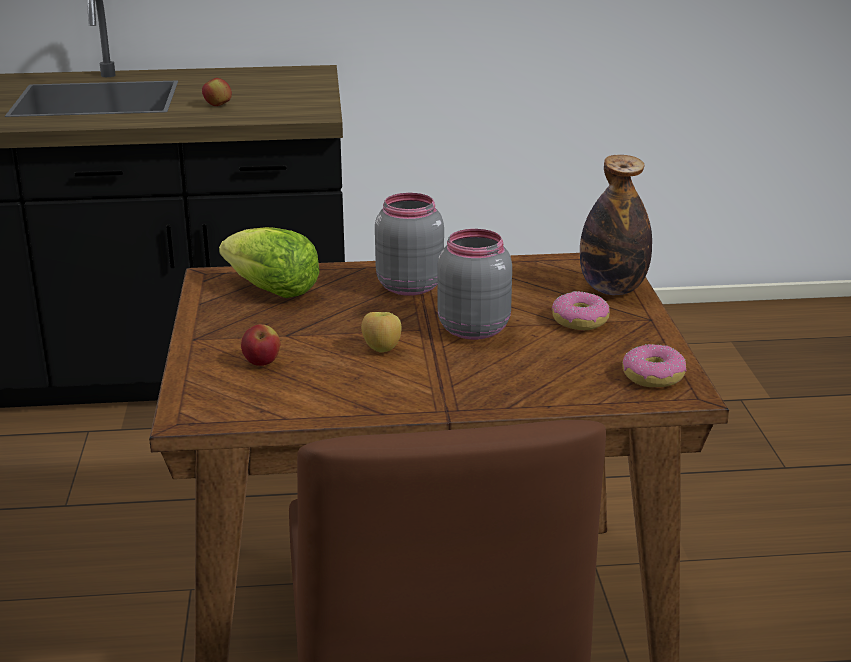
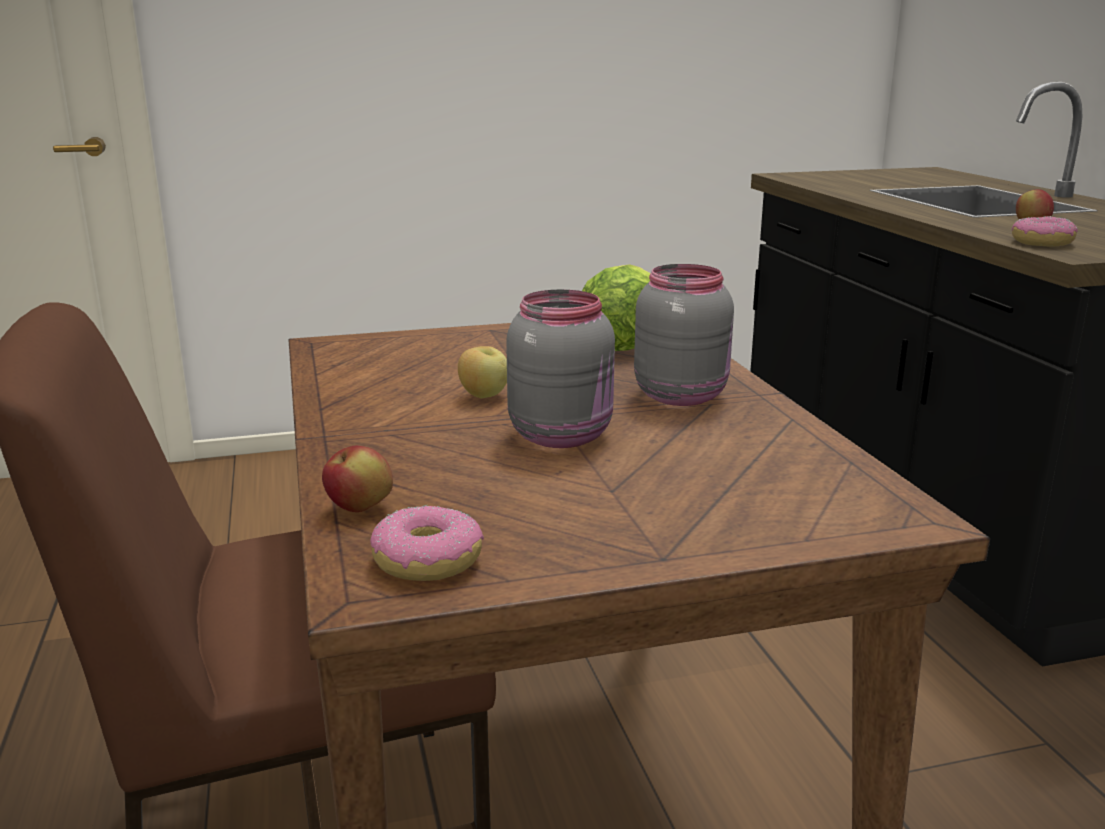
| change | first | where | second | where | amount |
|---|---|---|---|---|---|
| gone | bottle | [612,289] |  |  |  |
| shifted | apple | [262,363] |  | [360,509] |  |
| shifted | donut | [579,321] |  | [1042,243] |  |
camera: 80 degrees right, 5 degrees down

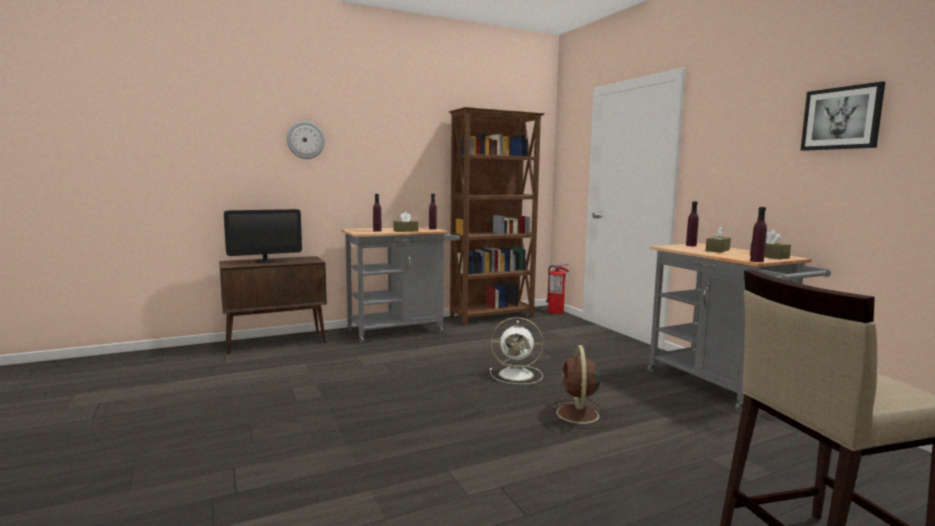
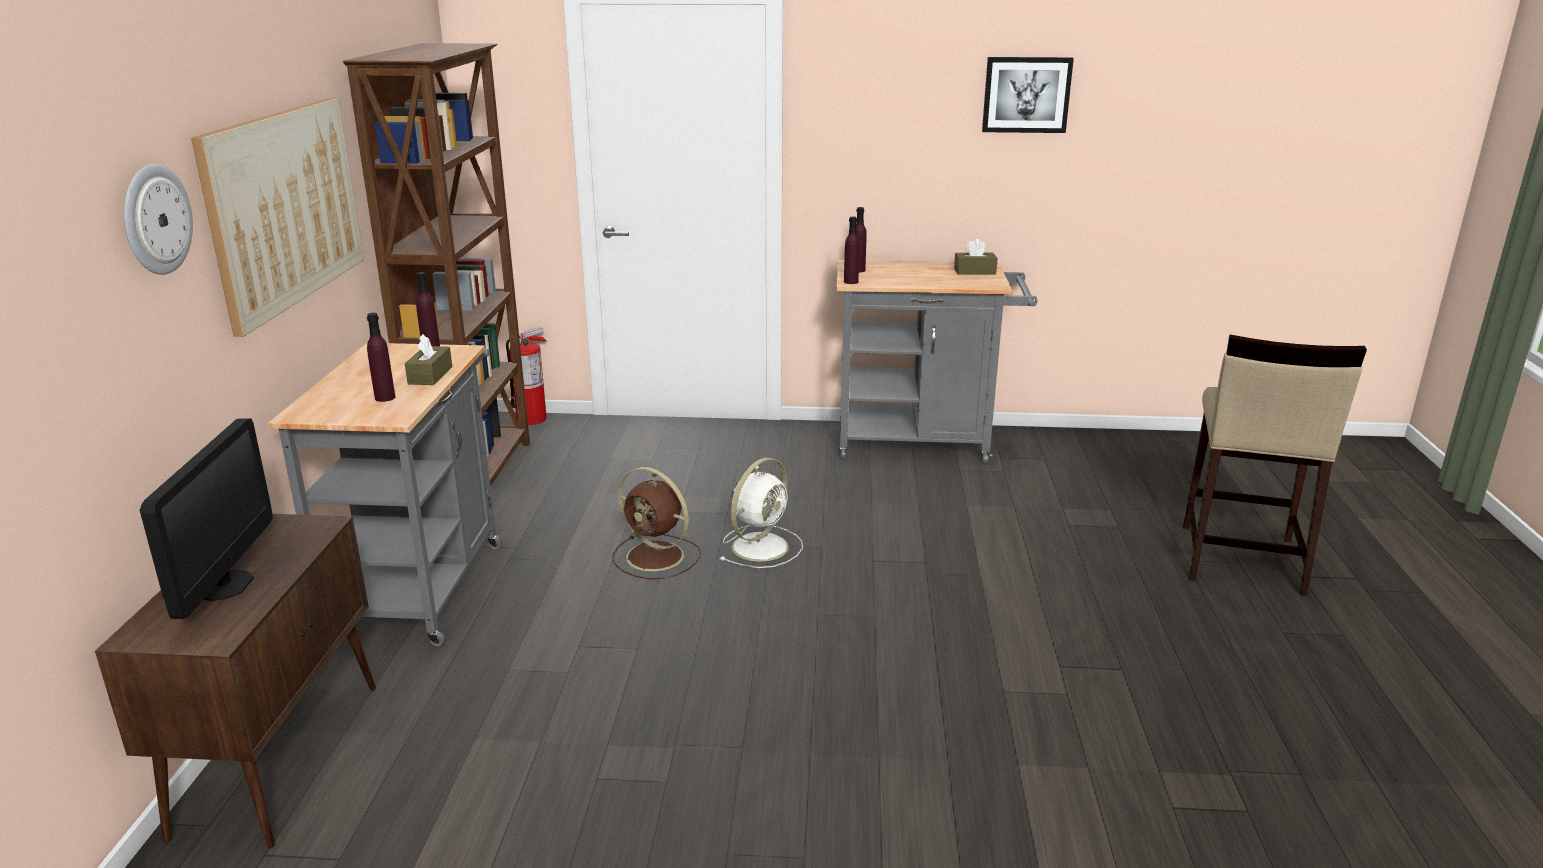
| change | first | where | second | where | amount |
|---|---|---|---|---|---|
| gone | tissue box (brown) | [717,250] |  |  |  |
| new |  |  | picture | [285,207] |  |
| shifted | fan (brown) | [578,415] |  | [657,557] |  |
| shifted | bottle (purple) | [756,261] |  | [851,282] |  |
camera: 60 degrees left, 15 degrees up

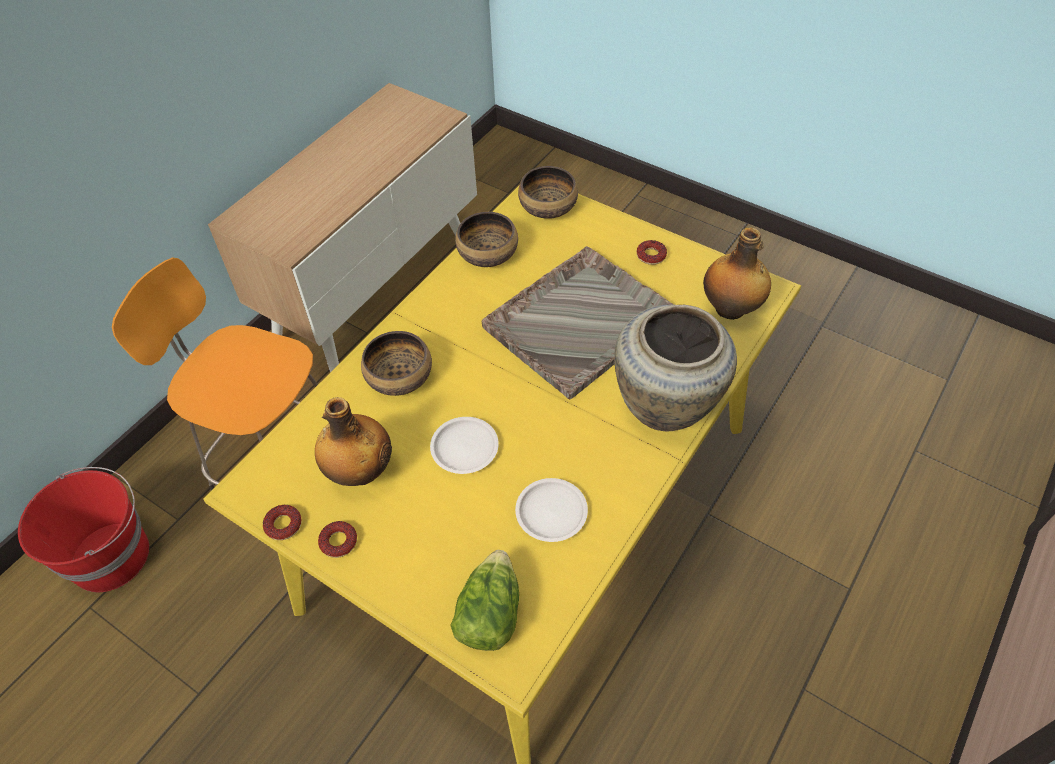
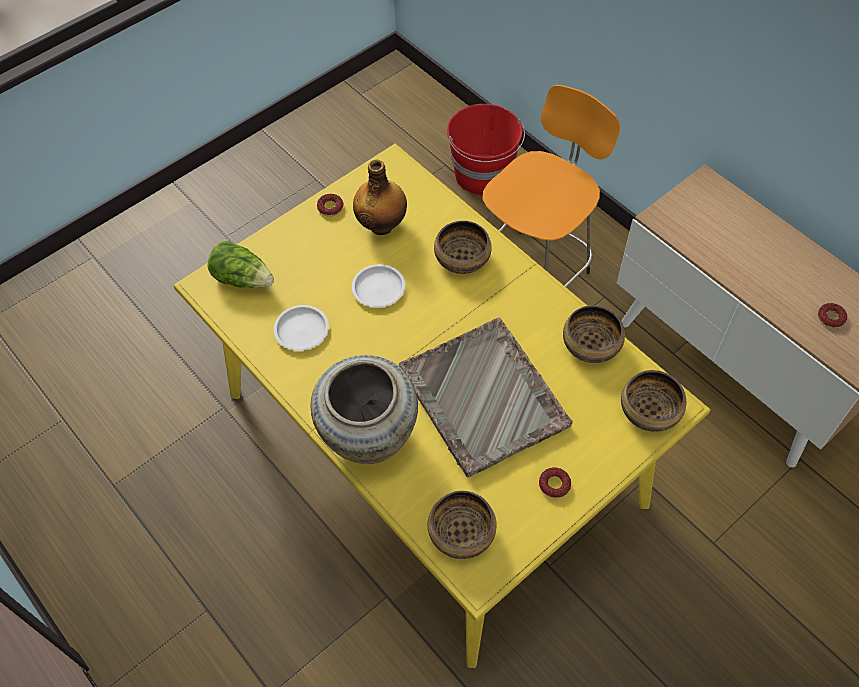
| change | first | where | second | where | amount |
|---|---|---|---|---|---|
| shifted | donut | [283,525] |  | [830,317] |  |
| swapped | bottle | [731,309] | bowl | [460,532] |  |
camera: 105 degrees right, 5 degrees up

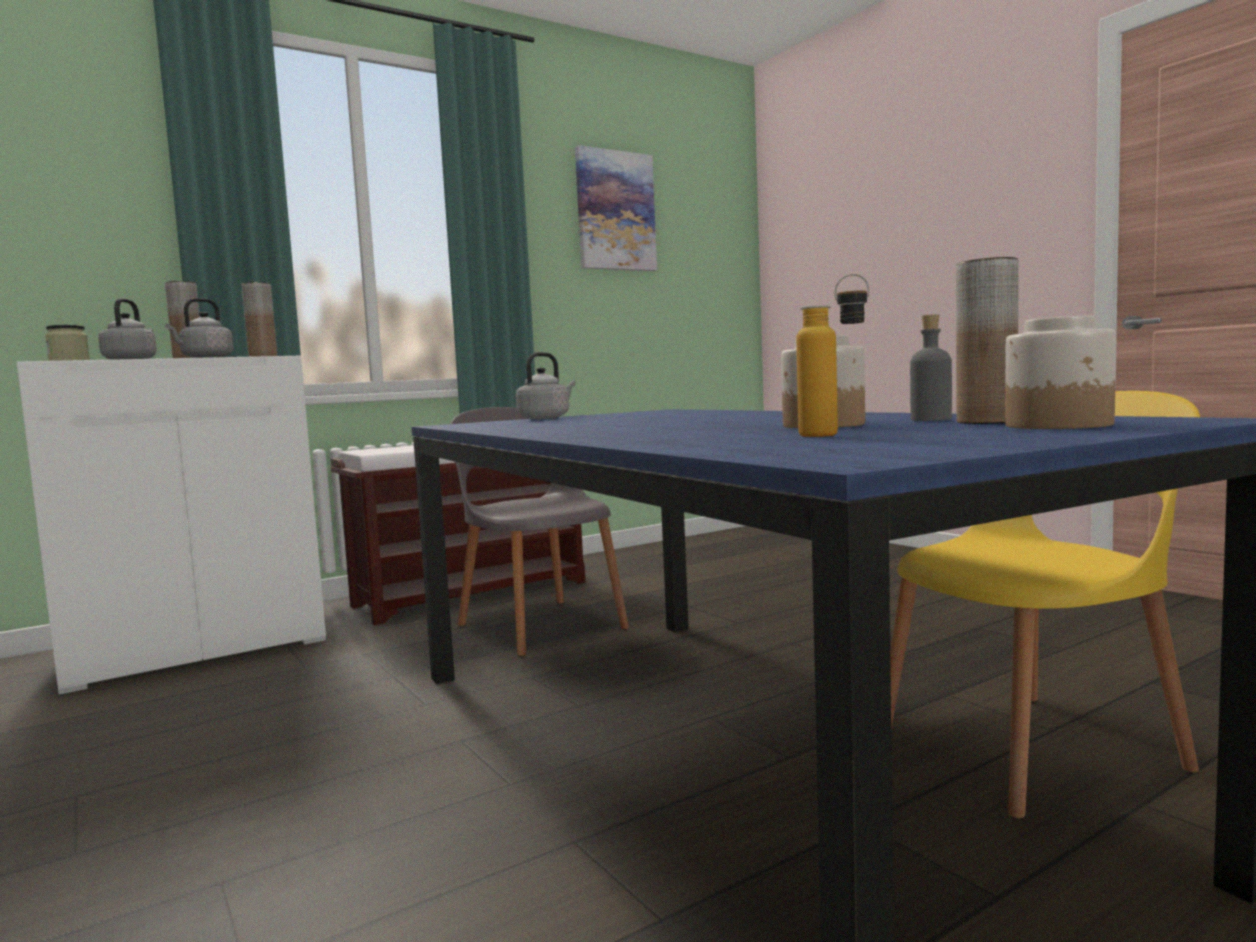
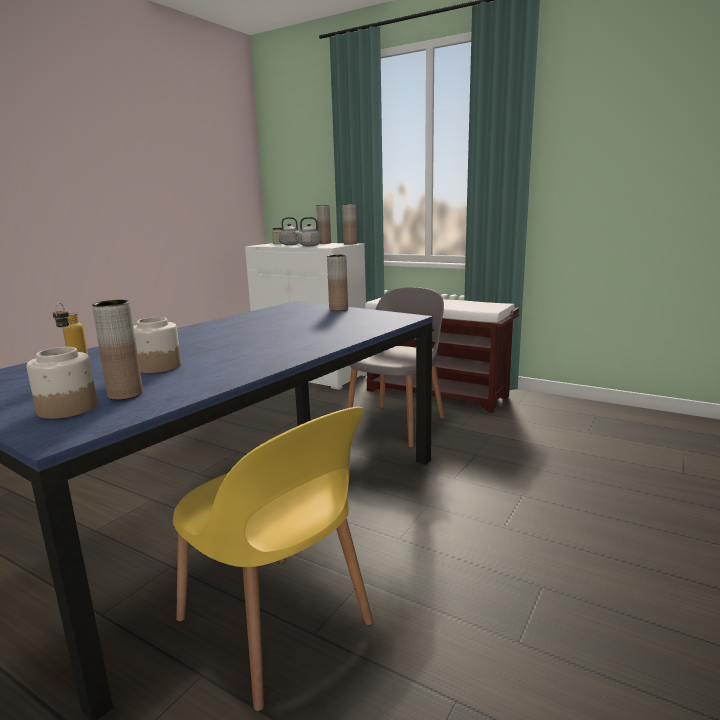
| change | first | where | second | where | amount |
|---|---|---|---|---|---|
| gone | picture | [615,211] |  |  |  |
| gone | bottle (grey) | [931,419] |  |  |  |
| swapped | kettle (grey) | [546,418] | vase (brown) | [338,309] |  |
camera: 65 degrees right, 10 degrees up

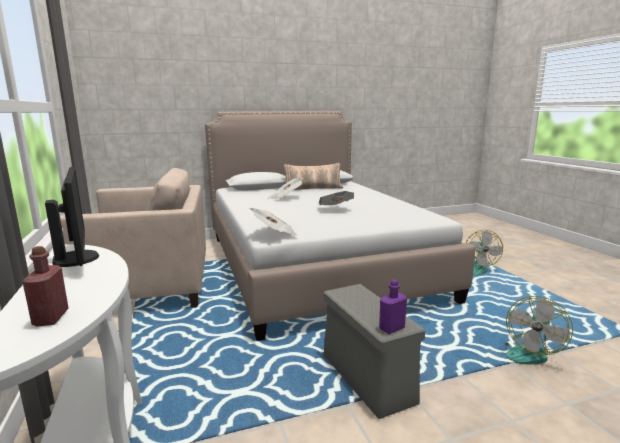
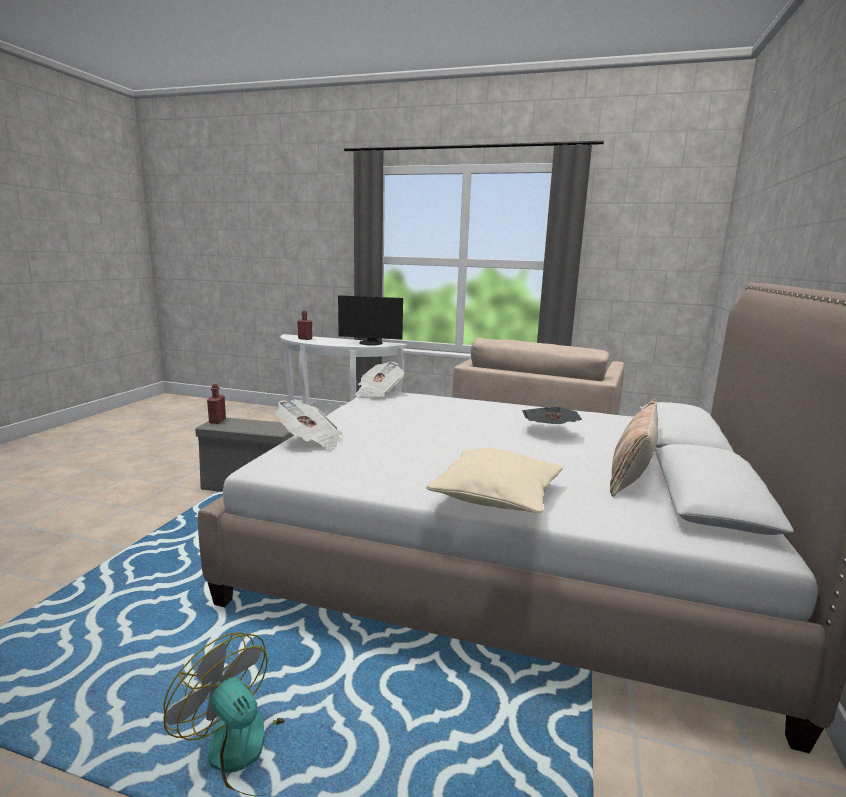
| change | first | where | second | where | amount |
|---|---|---|---|---|---|
| gone | fan | [528,352] |  |  |  |
| new |  |  | pillow (beige) | [496,496] |  |
| shifted | newspaper | [335,209] |  | [311,441] |  |
| repainted | bottle (purple) | [391,328] | bottle (red) | [217,421] |  |
camera: 125 degrees right, 0 degrees up

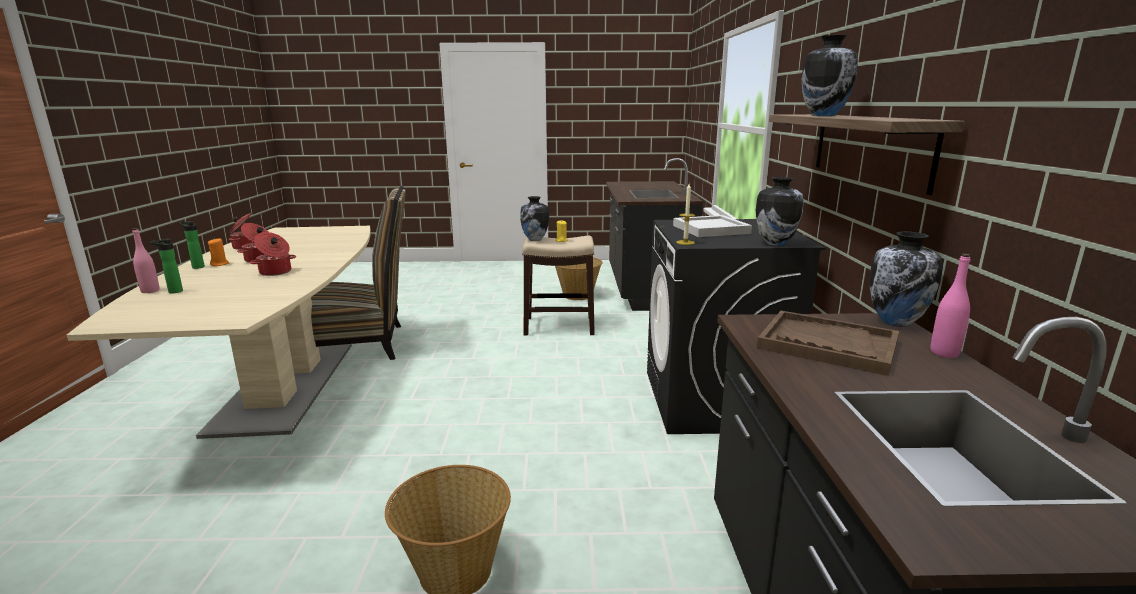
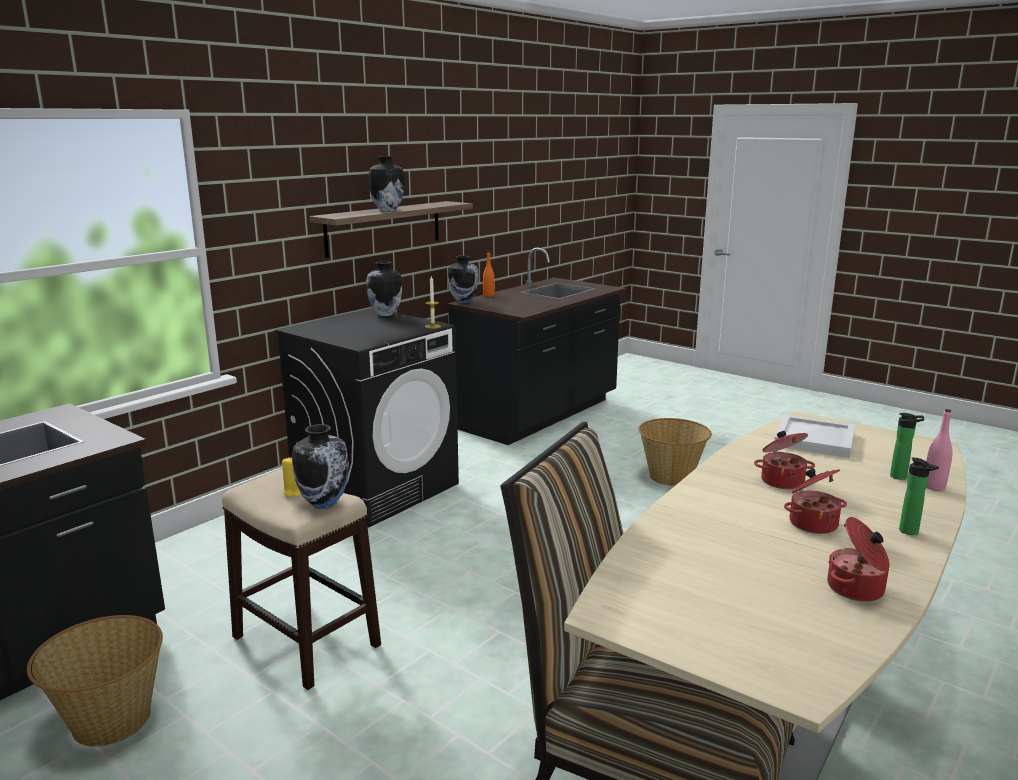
| change | first | where | second | where | amount |
|---|---|---|---|---|---|
| gone | candle (orange) | [220,264] |  |  |  |
| gone | tray (brown) | [827,345] |  |  |  |
| shifted | tray (white) | [709,229] |  | [815,440] |  |
| repainted | bottle (pink) | [944,353] | bottle (orange) | [488,295] |  |
camera: 140 degrees left, 0 degrees up

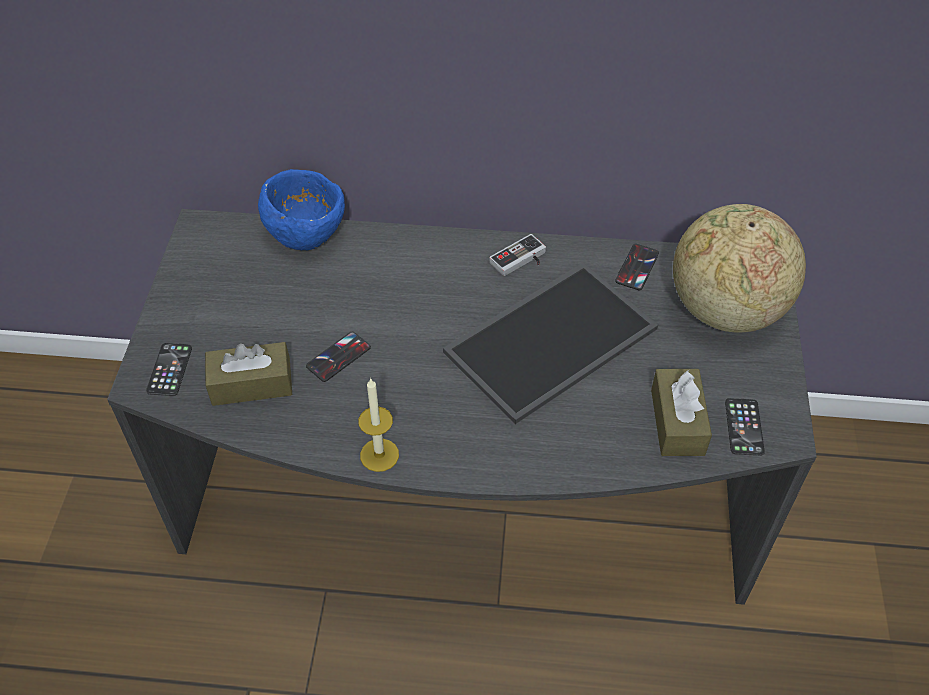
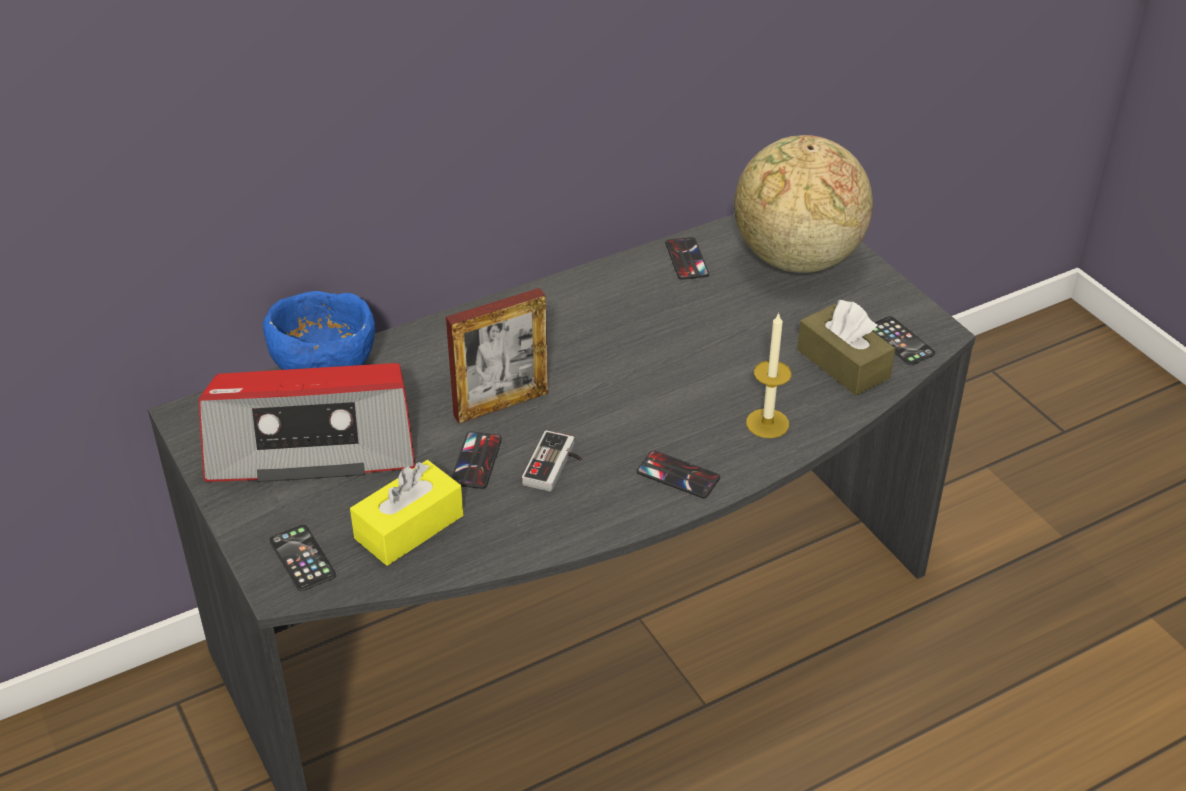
| change | first | where | second | where | amount |
|---|---|---|---|---|---|
| gone | tray | [550,337] |  |  |  |
| new |  |  | radio | [312,444] |  |
| new |  |  | picture frame | [501,404] |  |
| new |  |  | phone | [678,475] |  |
| shifted | candle | [379,455] |  | [767,423] |  |
| shifted | game controller | [521,261] |  | [555,466] |  |
| repainted | tissue box (brown) | [251,384] | tissue box (yellow) | [409,527] |  |
camera: 35 degrees left, 10 degrees down

